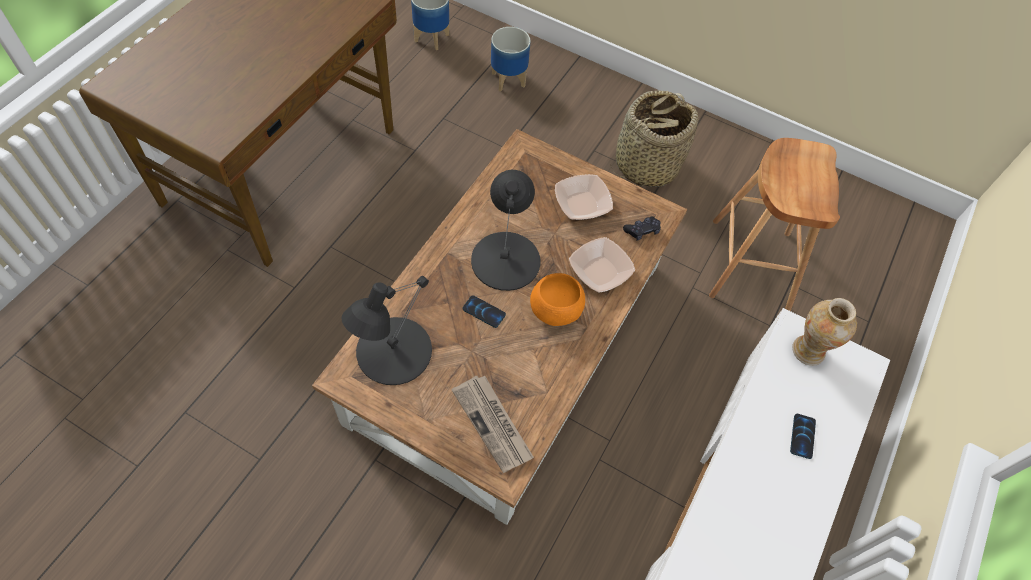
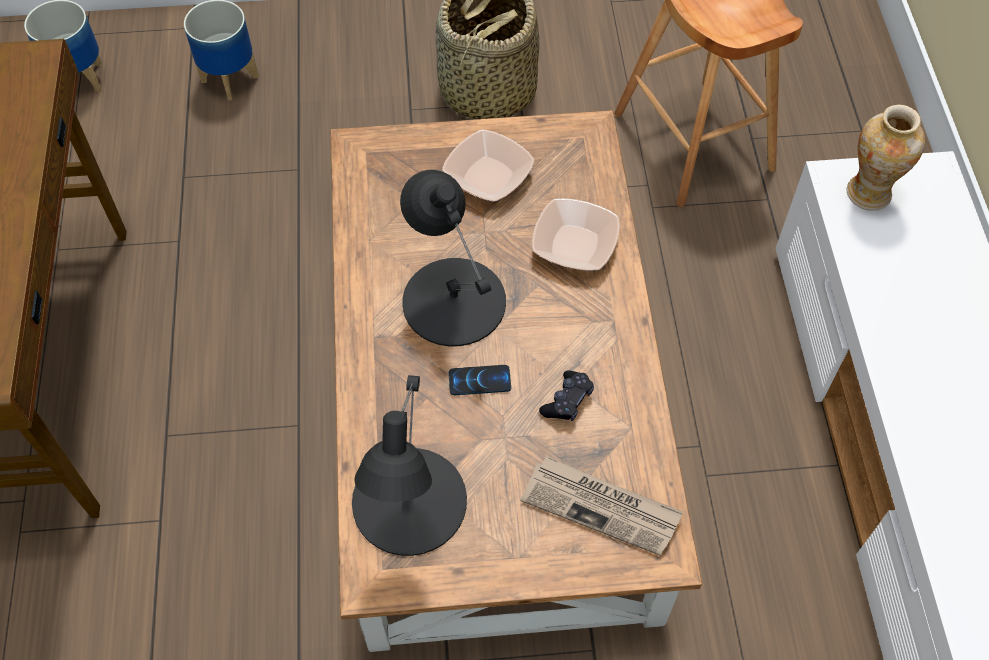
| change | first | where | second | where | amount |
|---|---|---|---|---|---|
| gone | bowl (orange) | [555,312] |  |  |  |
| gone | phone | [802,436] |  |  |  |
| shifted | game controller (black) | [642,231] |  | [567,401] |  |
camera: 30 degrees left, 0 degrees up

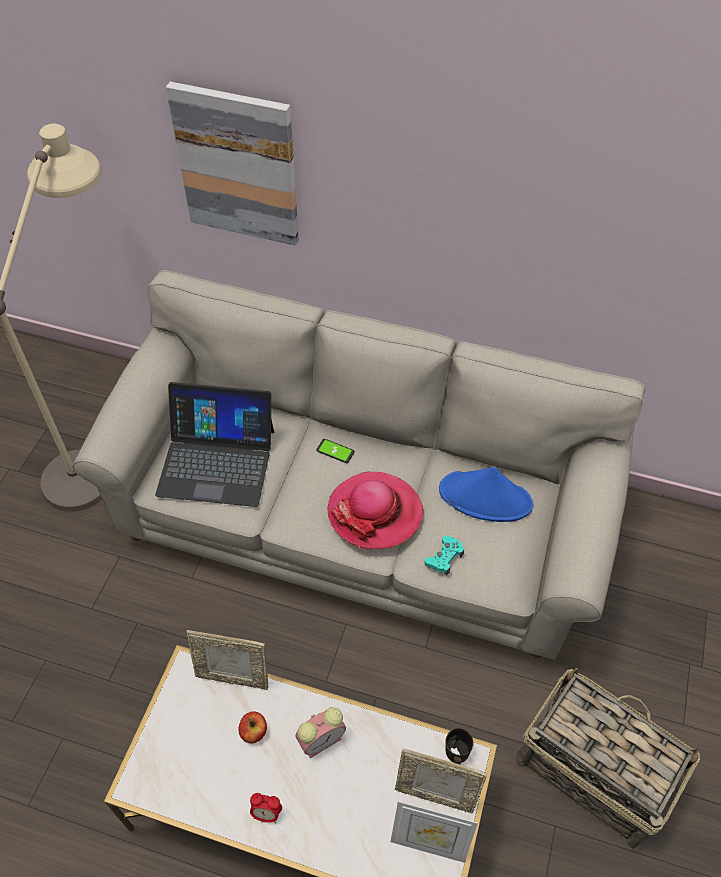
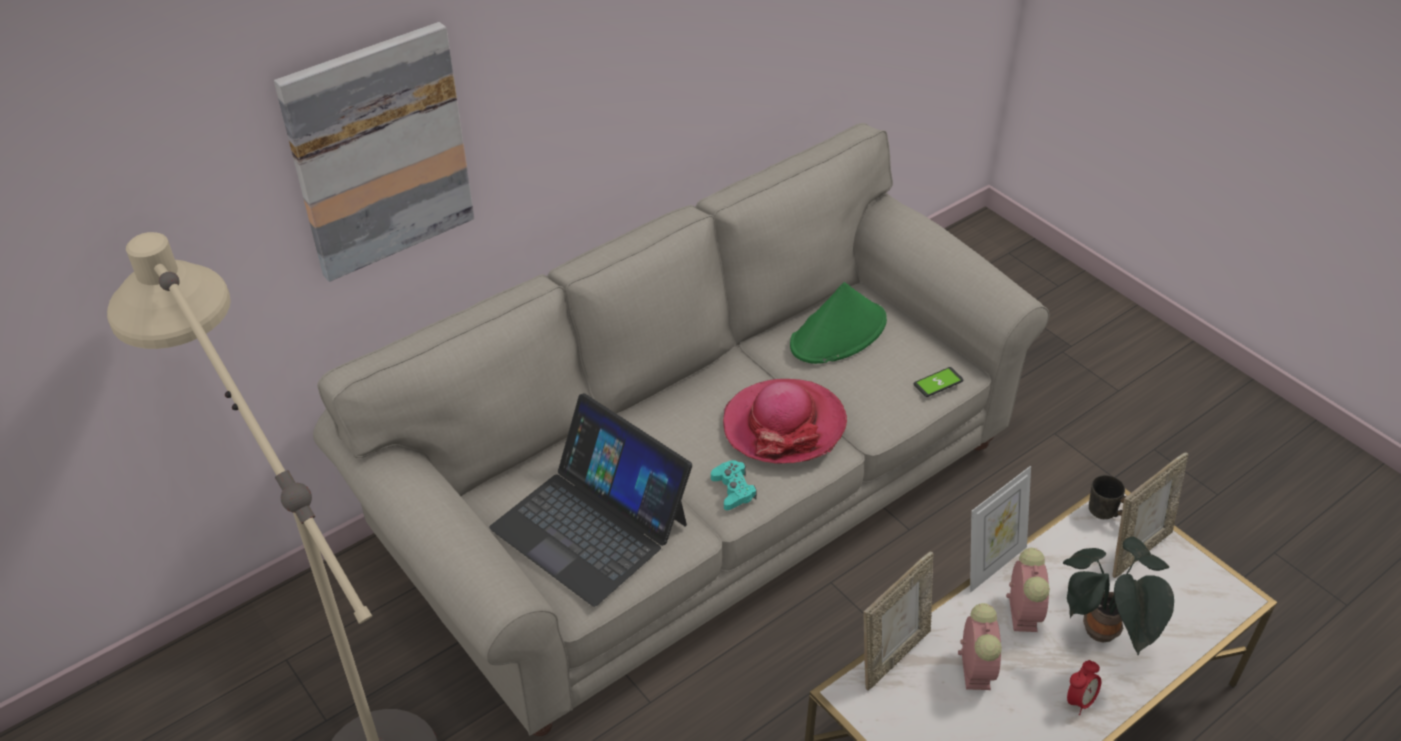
| change | first | where | second | where | amount |
|---|---|---|---|---|---|
| gone | basket | [591,769] |  |  |  |
| new |  |  | potted plant | [1102,634] |  |
| shifted | phone | [335,451] |  | [938,383] |  |
| shifted | picture frame | [428,843] |  | [992,563] |  |
| shifted | game controller (turquoise) | [444,558] |  | [733,490] |  |
| swapped | apple | [254,731] | alarm clock | [974,667] |  |
| repainted | hat (blue) | [485,497] | hat (green) | [838,333] |  |
| rotated | laptop | [217,461] |  | [591,525] | 90 degrees clockwise |
camera: 55 degrees left, 10 degrees down

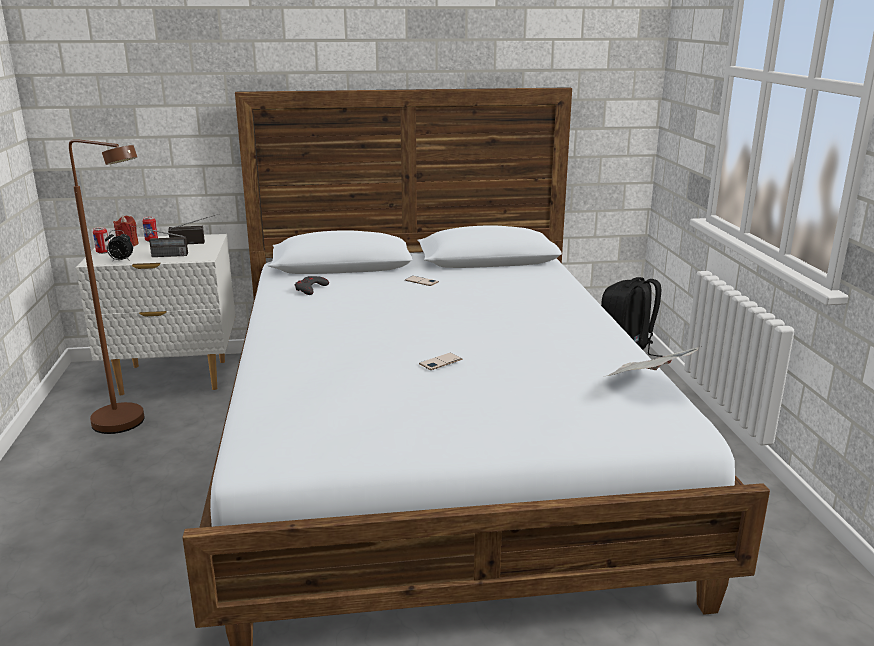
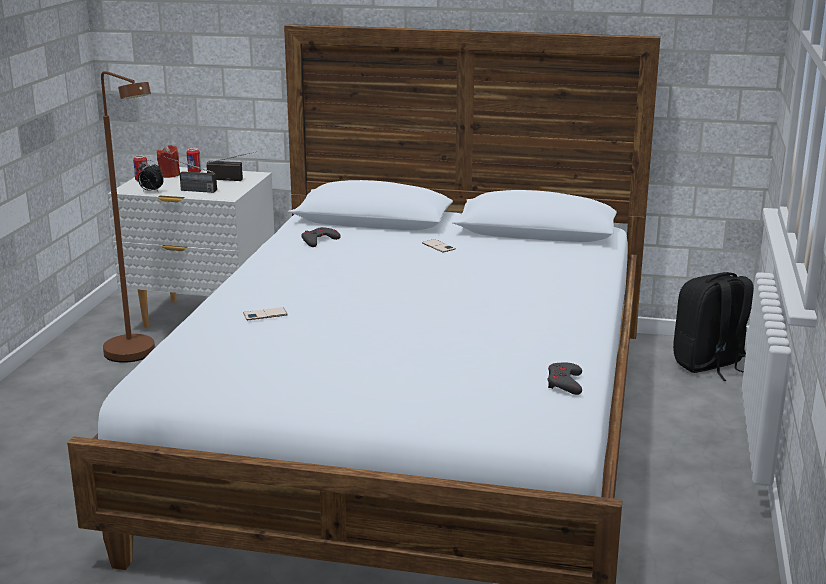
| change | first | where | second | where | amount |
|---|---|---|---|---|---|
| shifted | phone | [440,362] |  | [265,314] |  |
| swapped | newspaper | [648,384] | game controller (grey) | [564,383] |  |
camera: 20 degrees right, 0 degrees up

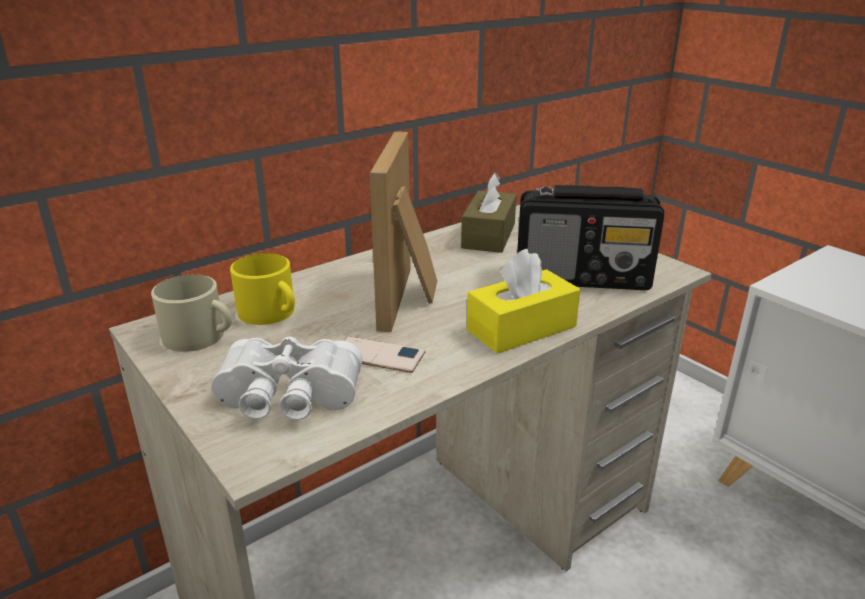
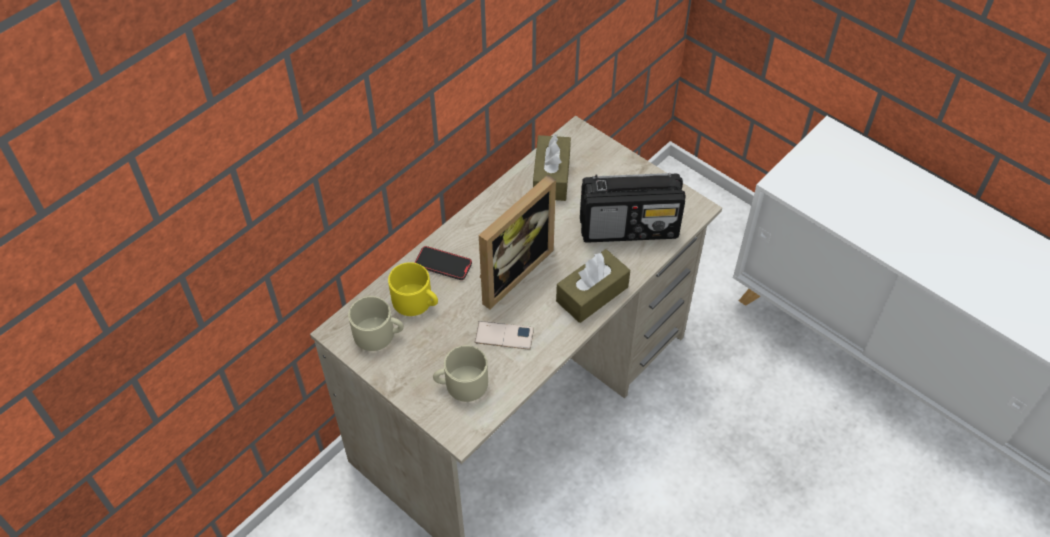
| change | first | where | second | where | amount |
|---|---|---|---|---|---|
| new |  |  | phone | [443,264] |  |
| swapped | binoculars (white) | [288,399] | mug (beige) | [461,384] |  |
| repainted | tissue box (yellow) | [521,328] | tissue box (brown) | [592,294] |  |
| rotated | picture frame | [410,298] |  | [509,270] | 135 degrees counterclockwise |
camera: 10 degrees left, 25 degrees up

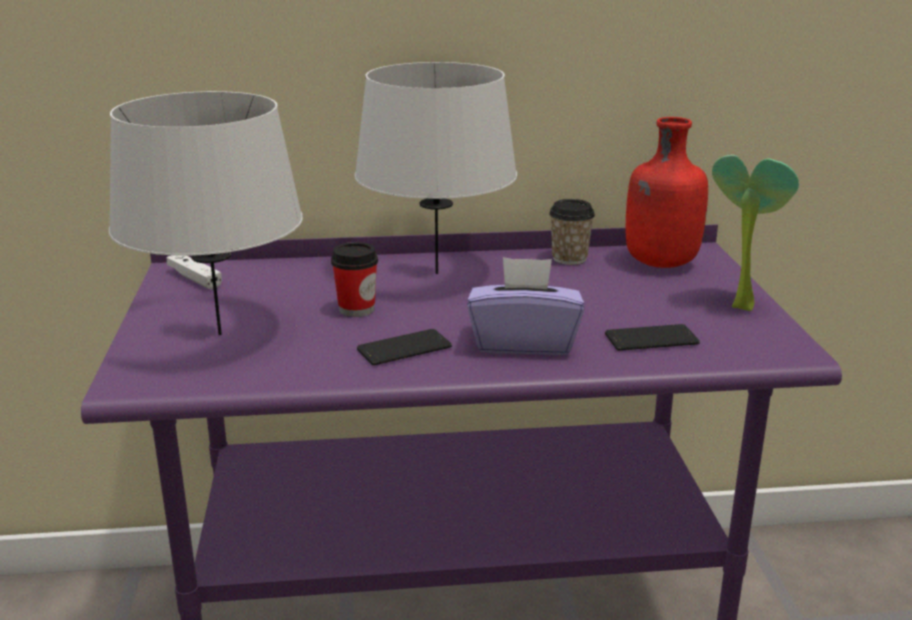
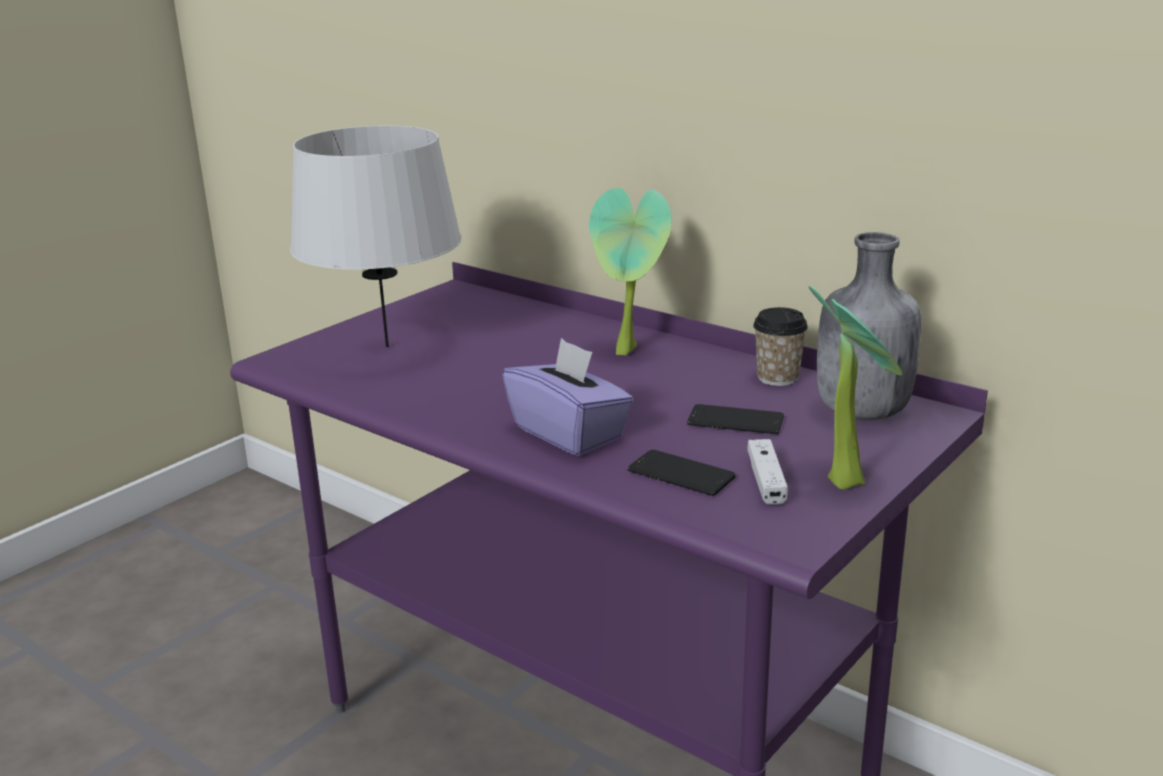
| change | first | where | second | where | amount |
|---|---|---|---|---|---|
| gone | cup | [356,309] |  |  |  |
| shifted | game controller (white) | [194,278] |  | [766,481] |  |
| shifted | phone | [404,348] |  | [735,421] |  |
| swapped | table lamp (grey) | [436,273] | potted plant | [629,352] |  |
| repainted | bottle (red) | [659,263] | bottle (grey) | [860,412] |  |
camera: 45 degrees right, 0 degrees up

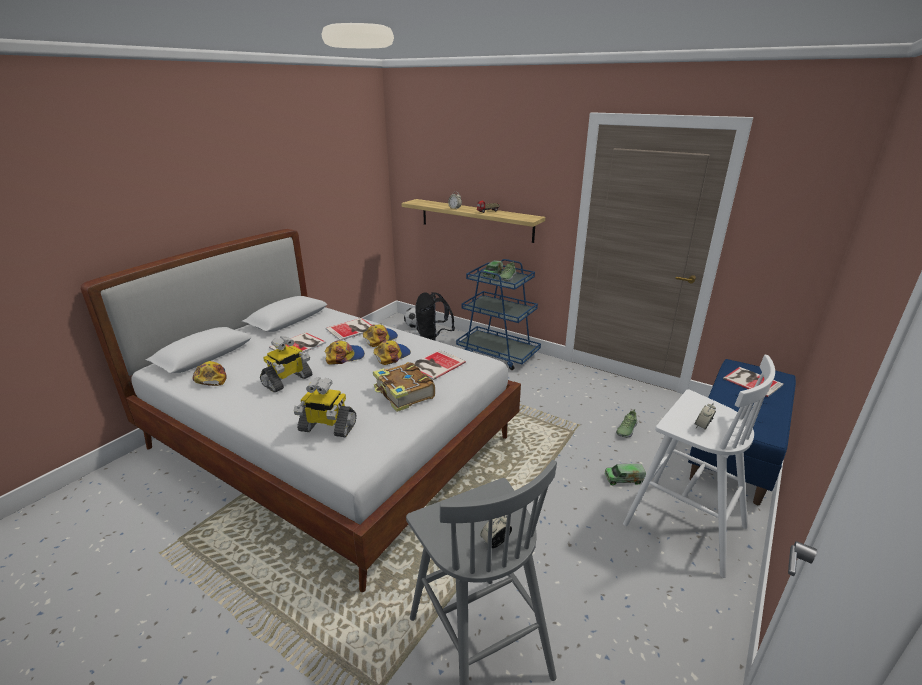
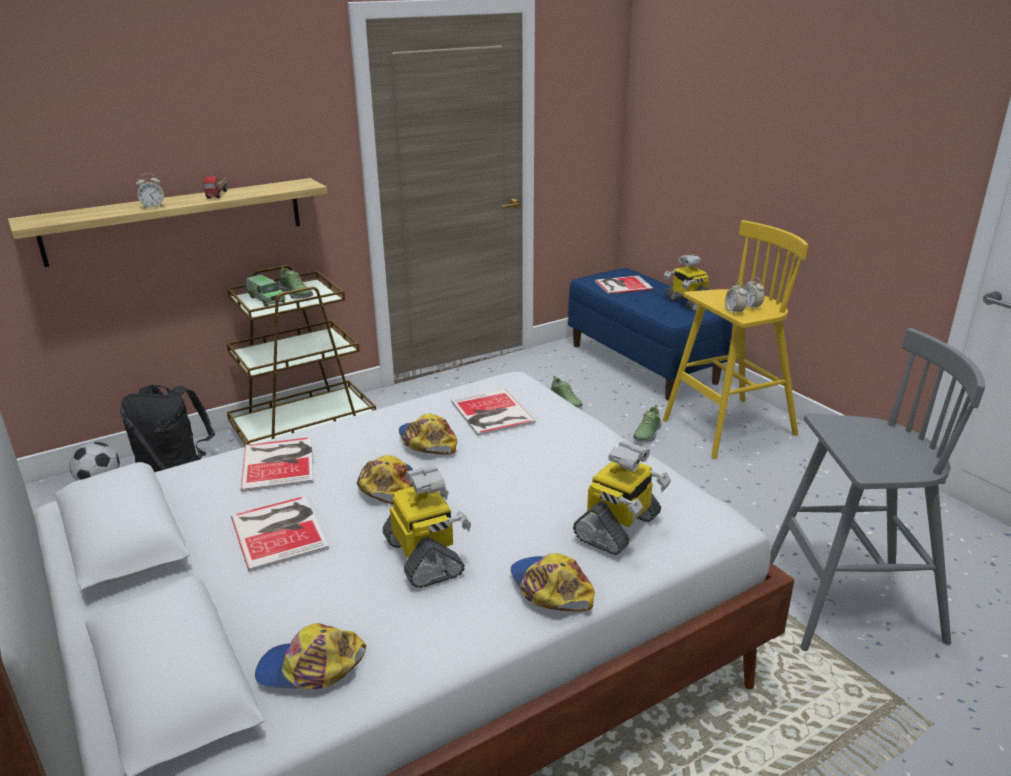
| change | first | where | second | where | amount |
|---|---|---|---|---|---|
| gone | book | [403,394] |  |  |  |
| new |  |  | toy robot | [687,303] |  |
| shifted | cap | [380,338] |  | [550,588] |  |
| shifted | alarm clock | [495,542] |  | [734,311] |  |
| swapped | toy truck | [624,479] | shoe | [646,433] |  |
| repainted | cart (blue) | [498,354] | cart (brown) | [305,429] |  |
| repainted | stool (white) | [682,525] | stool (yellow) | [727,428] |  |
camera: 65 degrees left, 0 degrees up

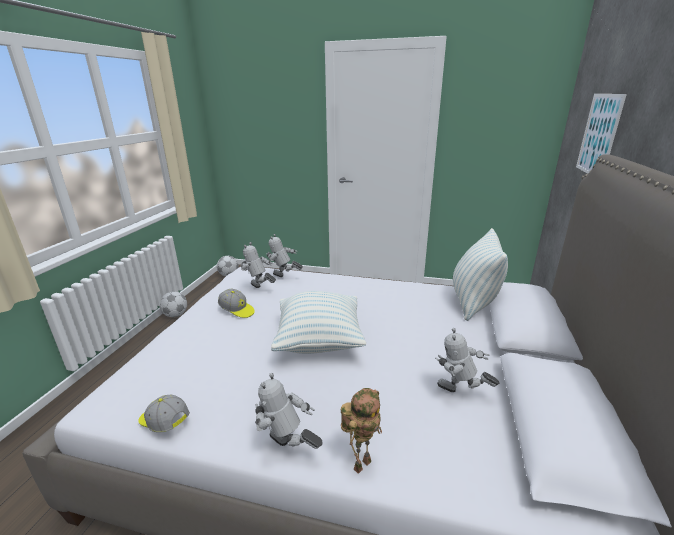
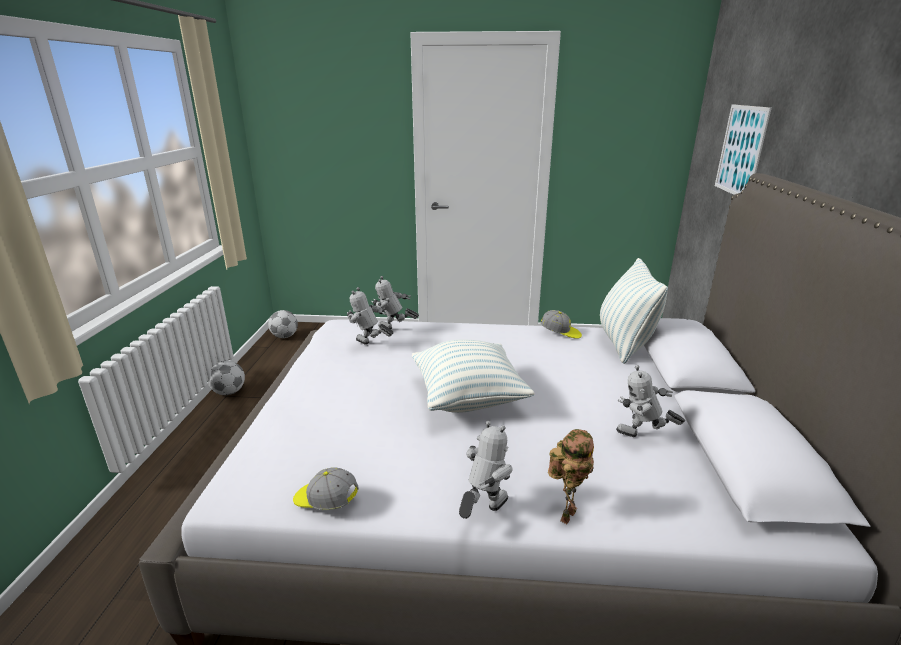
| change | first | where | second | where | amount |
|---|---|---|---|---|---|
| shifted | cap | [237,310] |  | [560,333] |  |
| rotated | toy robot | [288,450] |  | [483,512] | 105 degrees clockwise |
camera: 10 degrees left, 0 degrees up

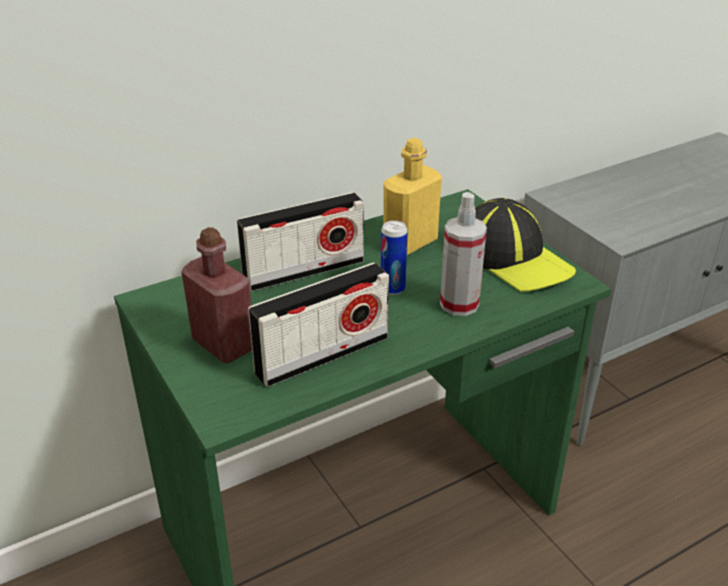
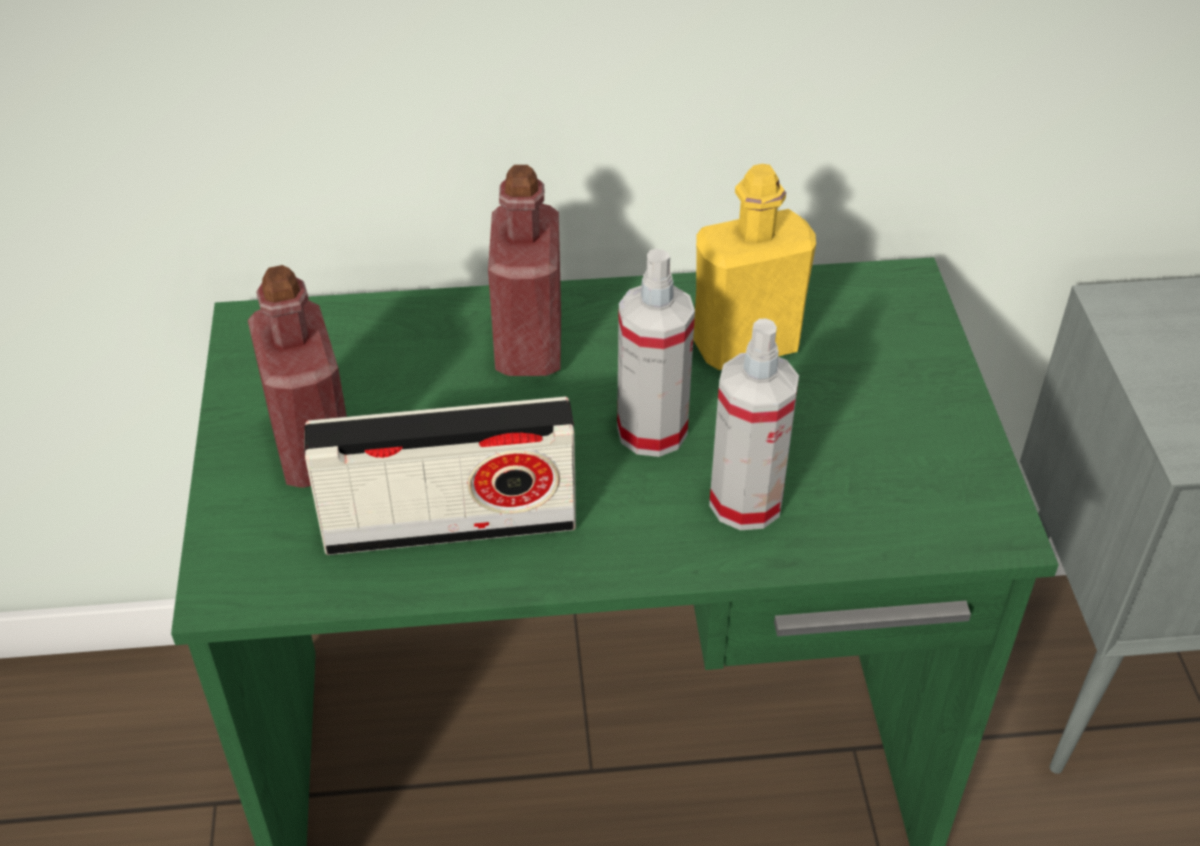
| change | first | where | second | where | amount |
|---|---|---|---|---|---|
| gone | cap | [513,258] |  |  |  |
| swapped | radio | [304,270] | bottle (red) | [529,346] |  |
| swapped | can | [392,288] | spray bottle | [652,431] |  |
camera: 25 degrees right, 10 degrees up

